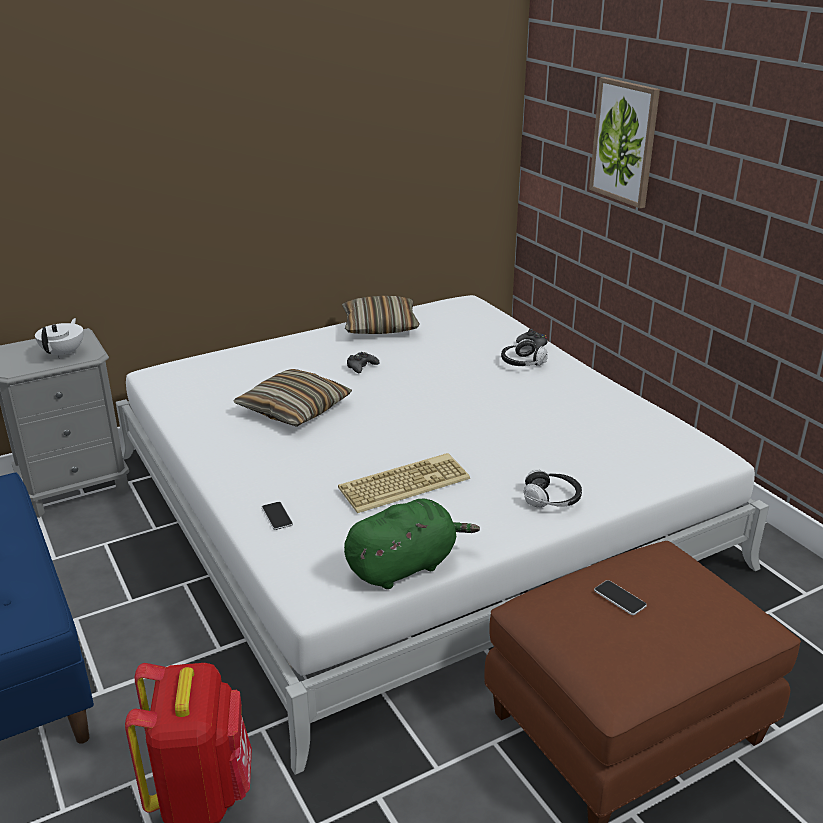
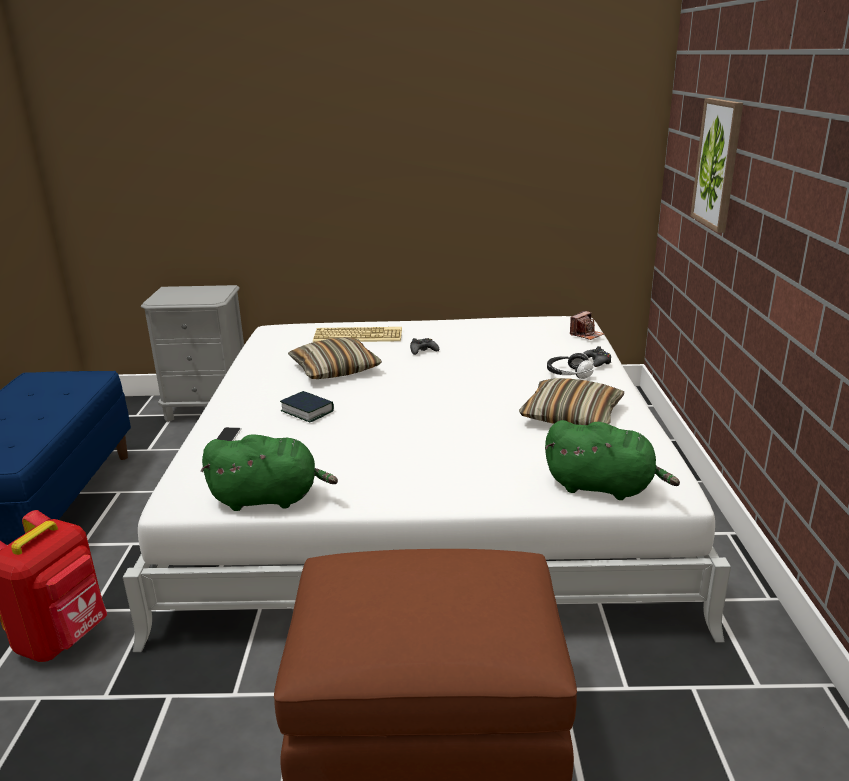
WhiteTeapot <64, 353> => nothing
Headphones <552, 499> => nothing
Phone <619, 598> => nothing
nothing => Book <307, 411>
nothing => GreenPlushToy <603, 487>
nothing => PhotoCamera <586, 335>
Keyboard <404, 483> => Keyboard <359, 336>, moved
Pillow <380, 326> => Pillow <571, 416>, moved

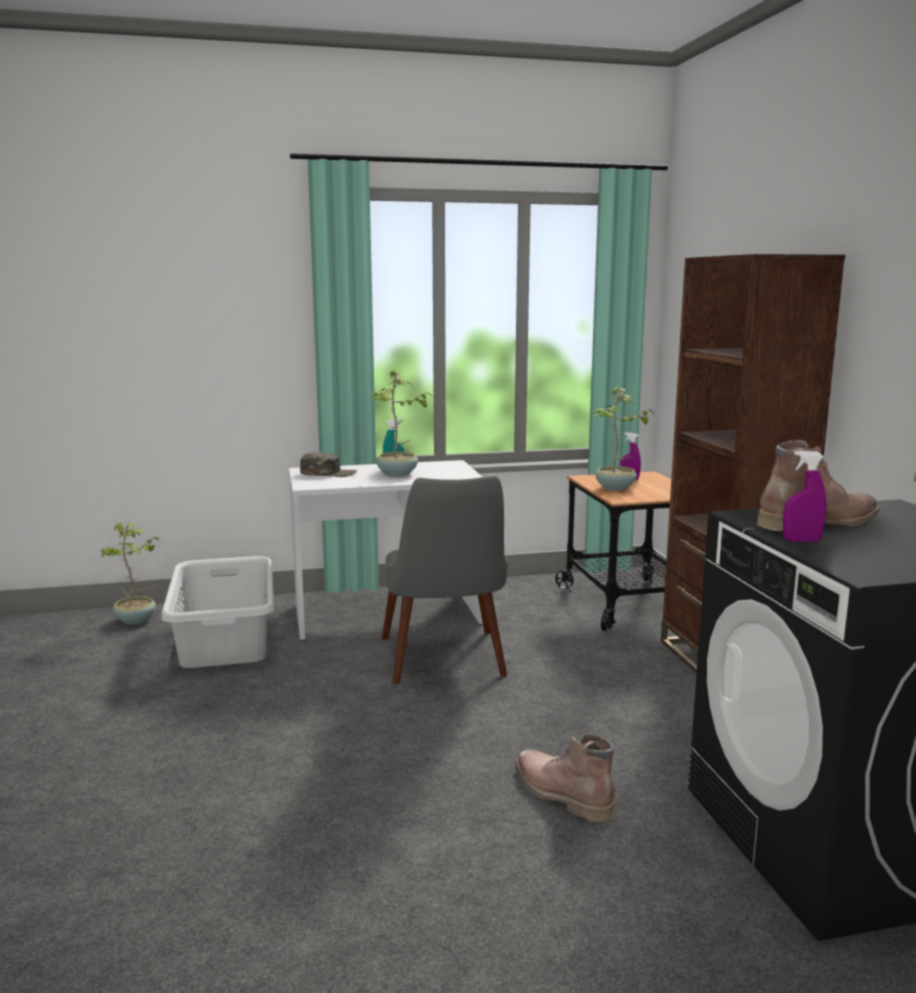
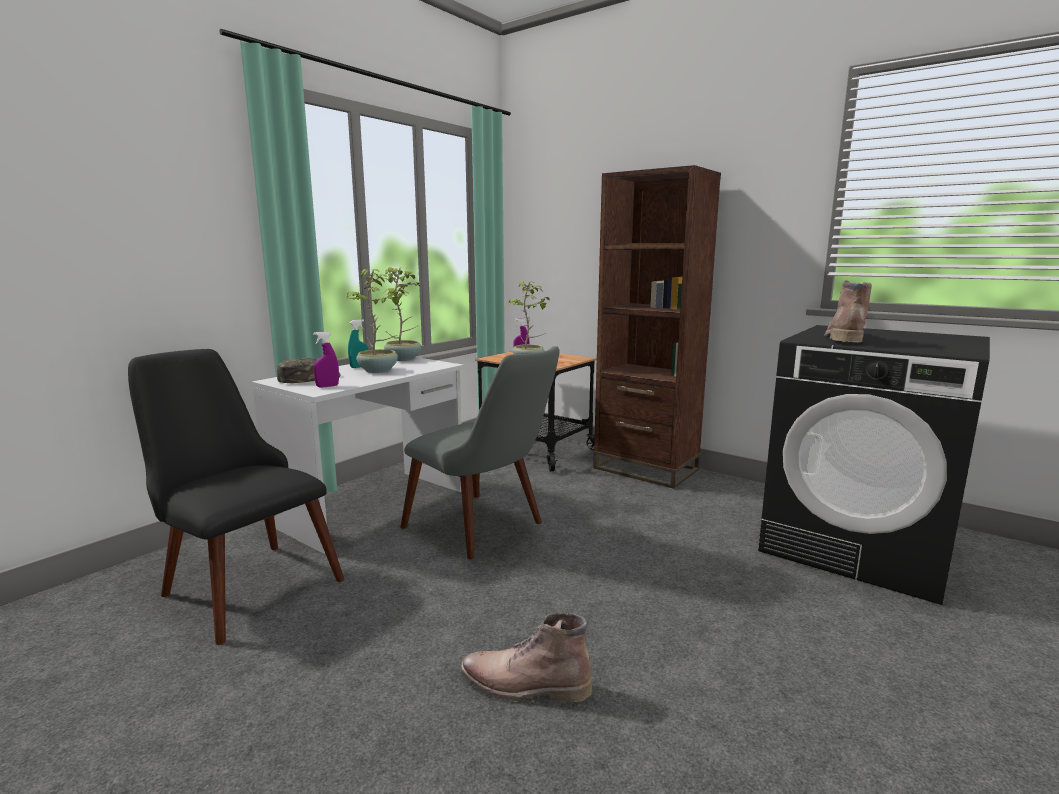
PottedPlant <136, 620> => PottedPlant <404, 359>, moved
BrownBoot <559, 793> => BrownBoot <524, 686>, moved
PurpleSprayBottle <801, 541> => PurpleSprayBottle <327, 386>, moved
GreyLaundryBasket <226, 639> => BlackChair <240, 581>

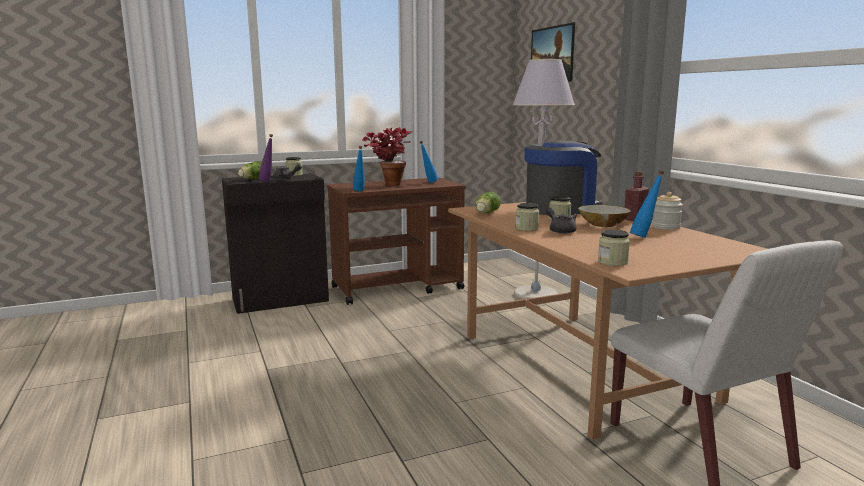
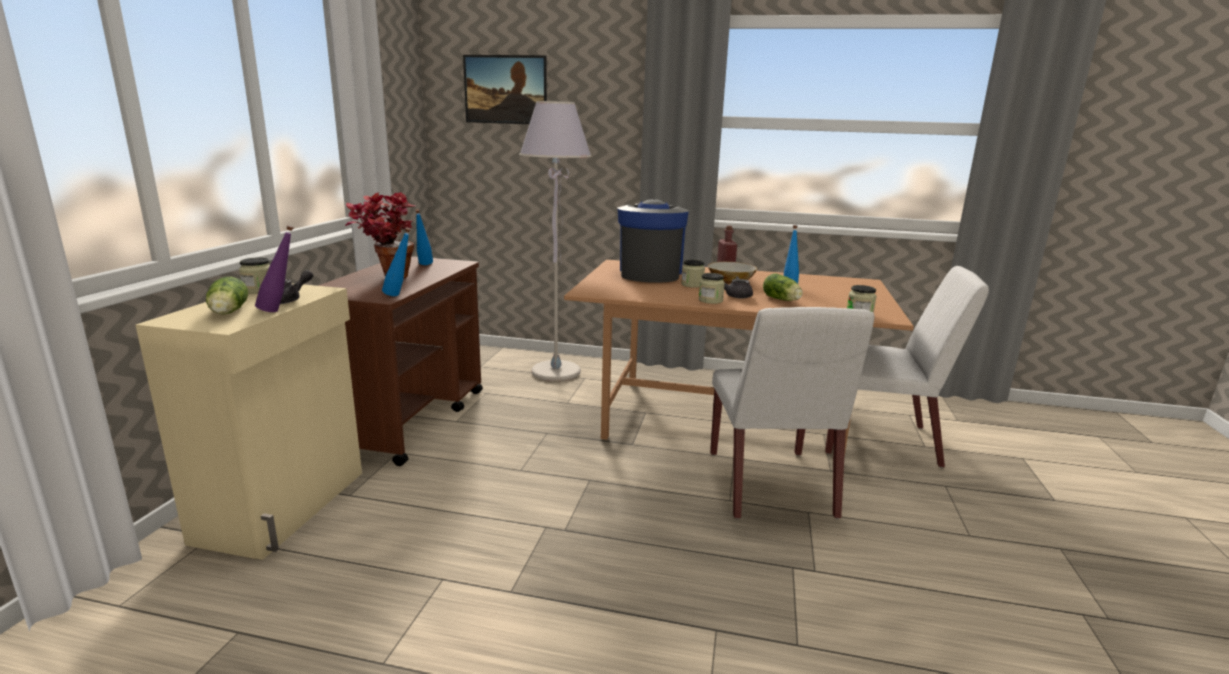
Jar <666, 227> => nothing
nothing => WhiteChair <770, 484>
Lettuce <486, 213> => Lettuce <782, 300>, moved
BlackCabinet <281, 300> => BeigeCabinet <285, 505>

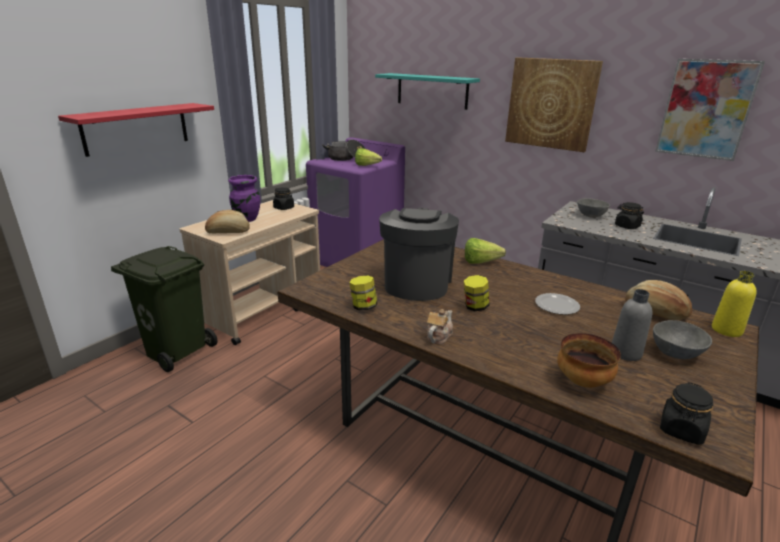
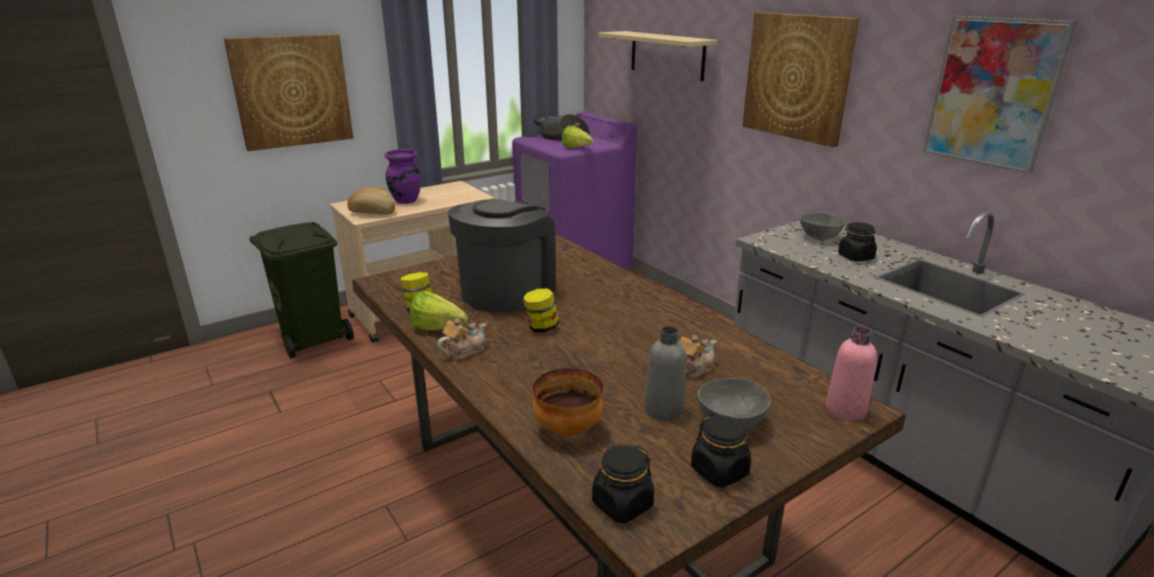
Plate <556, 305> => nothing
Bread <655, 312> => nothing
nothing => Teapot <693, 369>
BlackJar <284, 208> => BlackJar <720, 471>, moved
Lettuce <484, 263> => Lettuce <441, 330>, moved
RedShelf <136, 128> => Picture <292, 91>
TurquoiseShelf <432, 91> => BeigeShelf <667, 55>
YellowBottle <726, 330> => PinkBottle <845, 410>

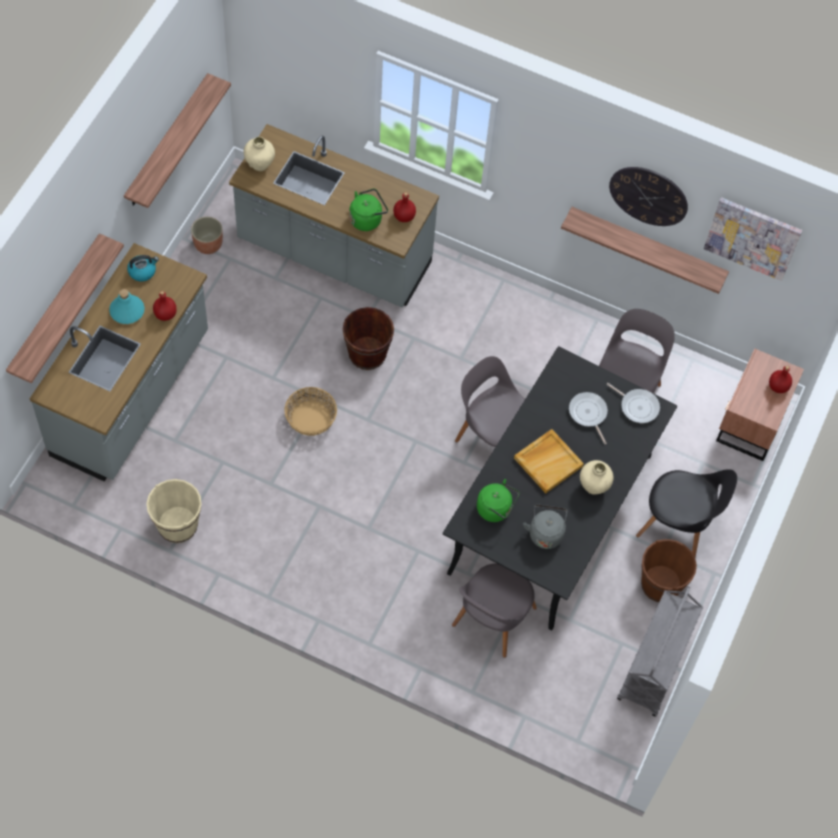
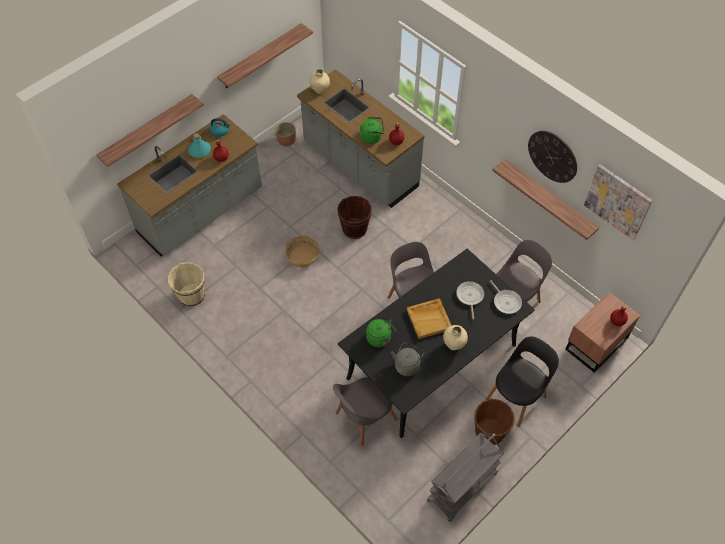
BlackChair <678, 525> => BlackChair <517, 396>, 90 degrees counterclockwise

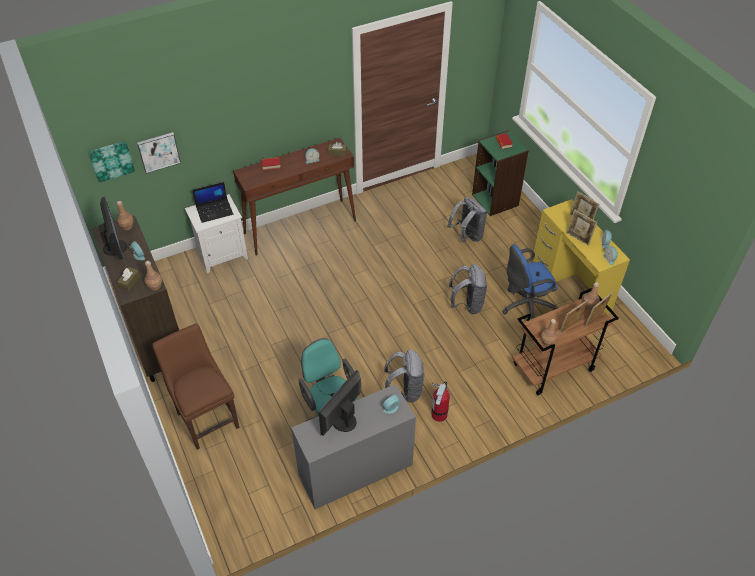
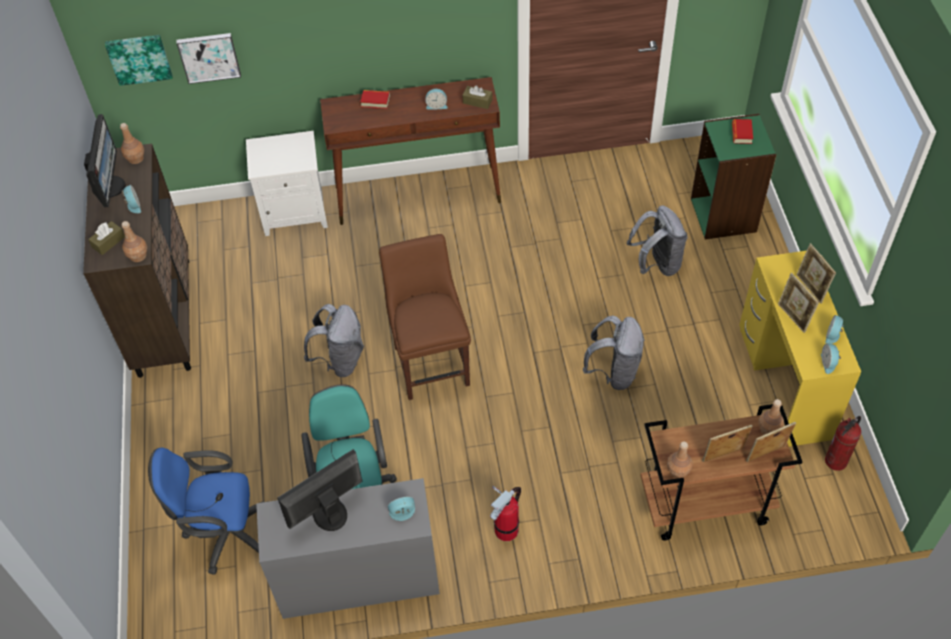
Laptop <215, 210> => nothing
nothing => FireExtinguisher <836, 461>
BrownChair <207, 417> => BrownChair <431, 362>, moved
GreyBackpack <405, 391> => GreyBackpack <340, 360>, moved
BlueOfficeChair <525, 306> => BlueOfficeChair <225, 533>, moved

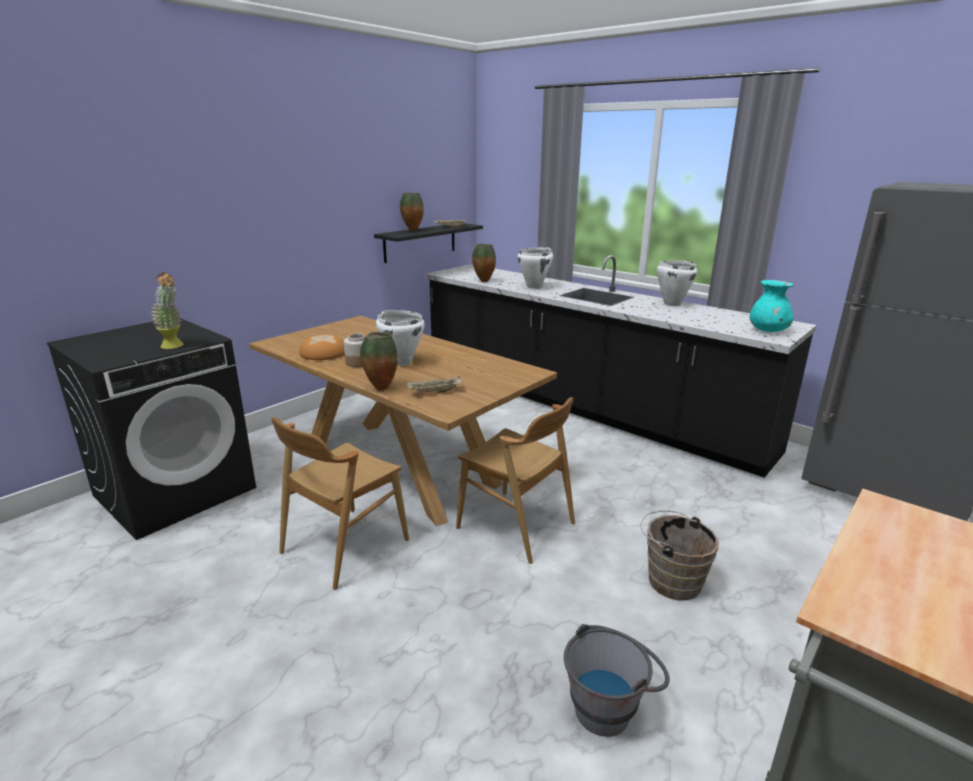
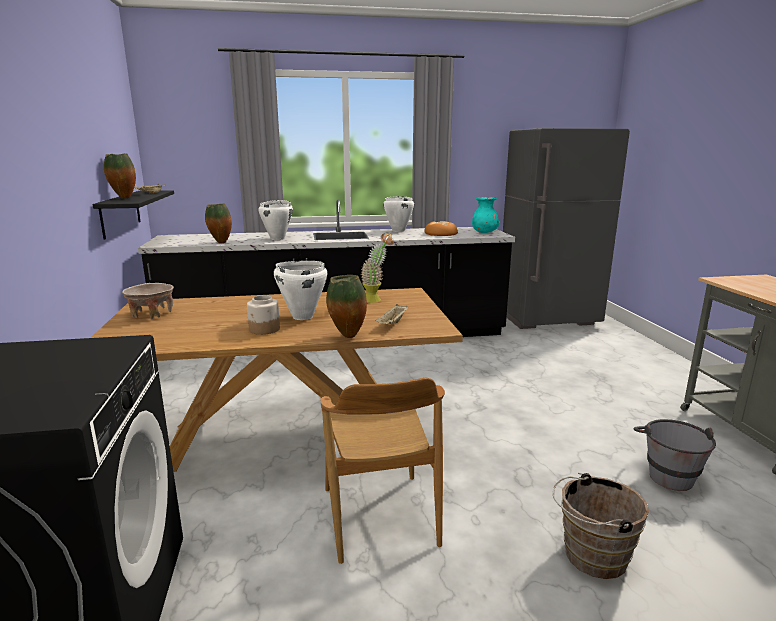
BrownChair <516, 526> => nothing
nothing => BeigeBowl <151, 314>
PottedPlant <175, 346> => PottedPlant <376, 299>, moved
Bread <323, 353> => Bread <441, 233>, moved
BrownBucket <670, 580> => BrownBucket <590, 555>, moved

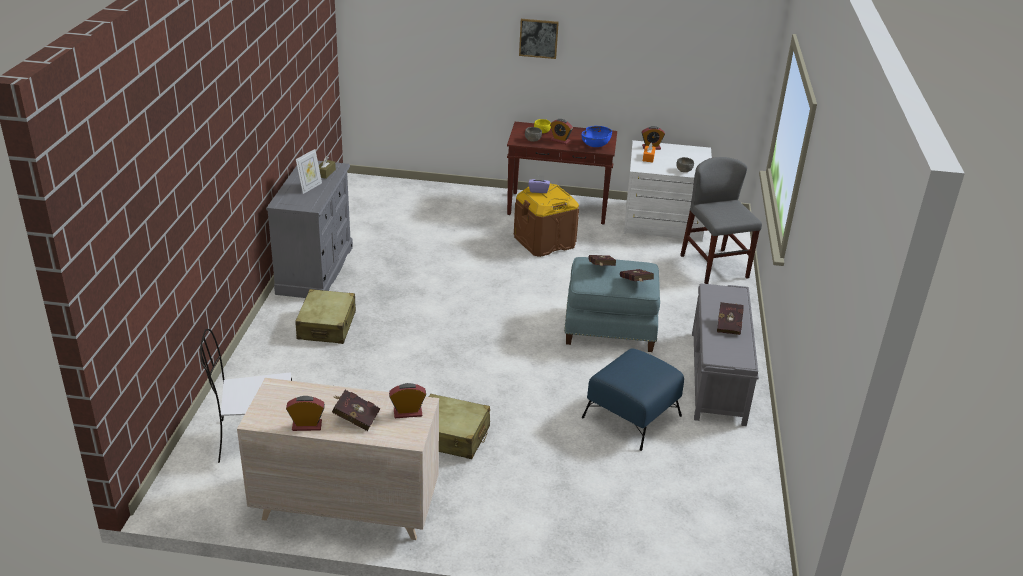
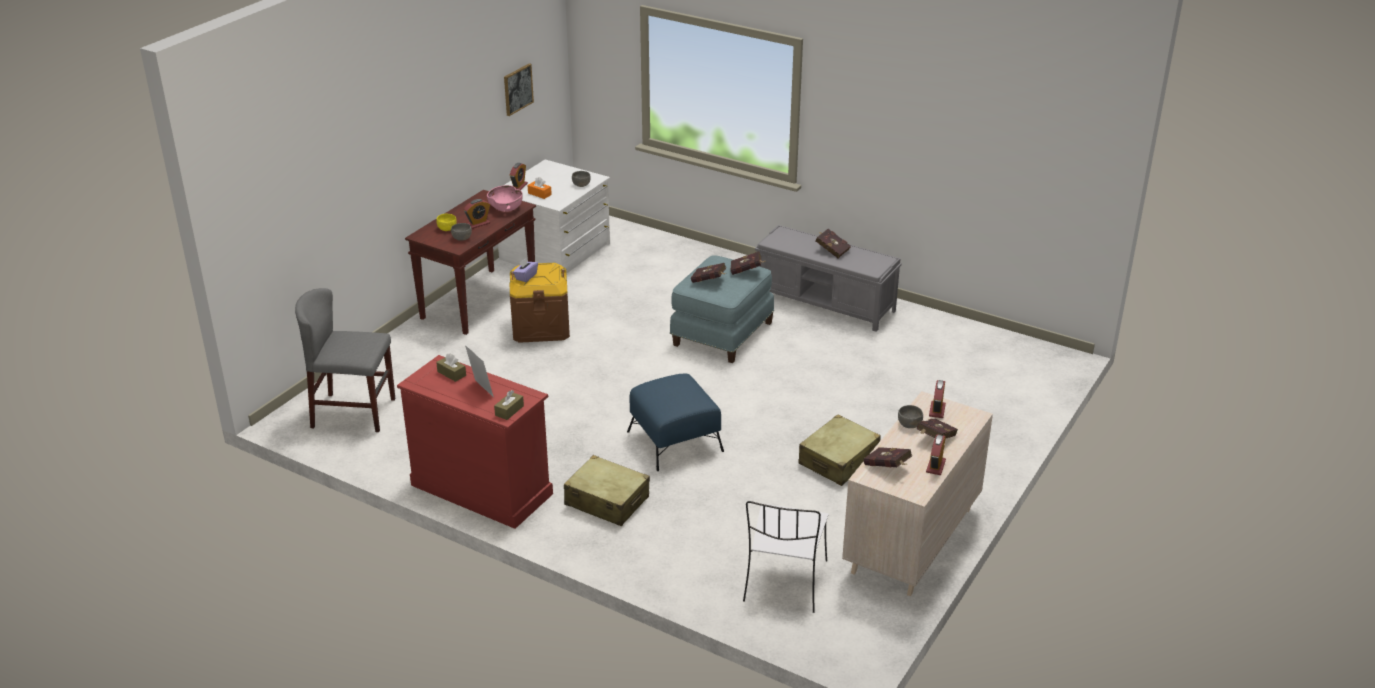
nothing => BrownTissueBox <509, 410>
nothing => RedBook <888, 467>
nothing => GreyBowl <909, 424>
Picture <538, 38> => Picture <517, 89>, moved
BlueOttoman <632, 416> => BlueOttoman <675, 440>, moved
GreyChair <714, 266> => GreyChair <354, 413>, moved
GreyDresser <315, 270> => RedDresser <481, 489>
BlueBowl <596, 145> => PinkBowl <506, 208>

